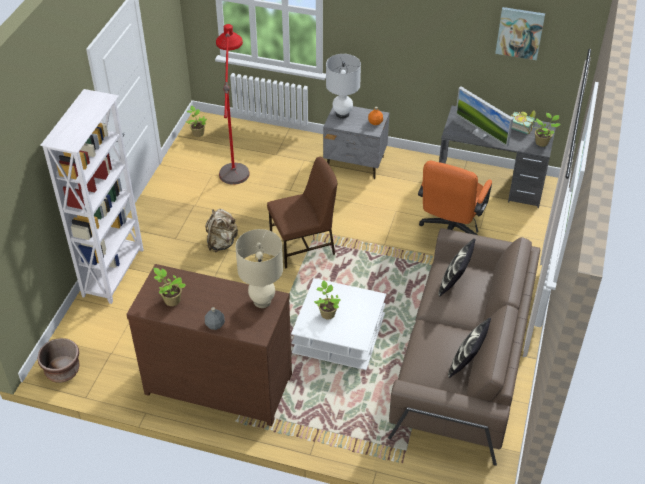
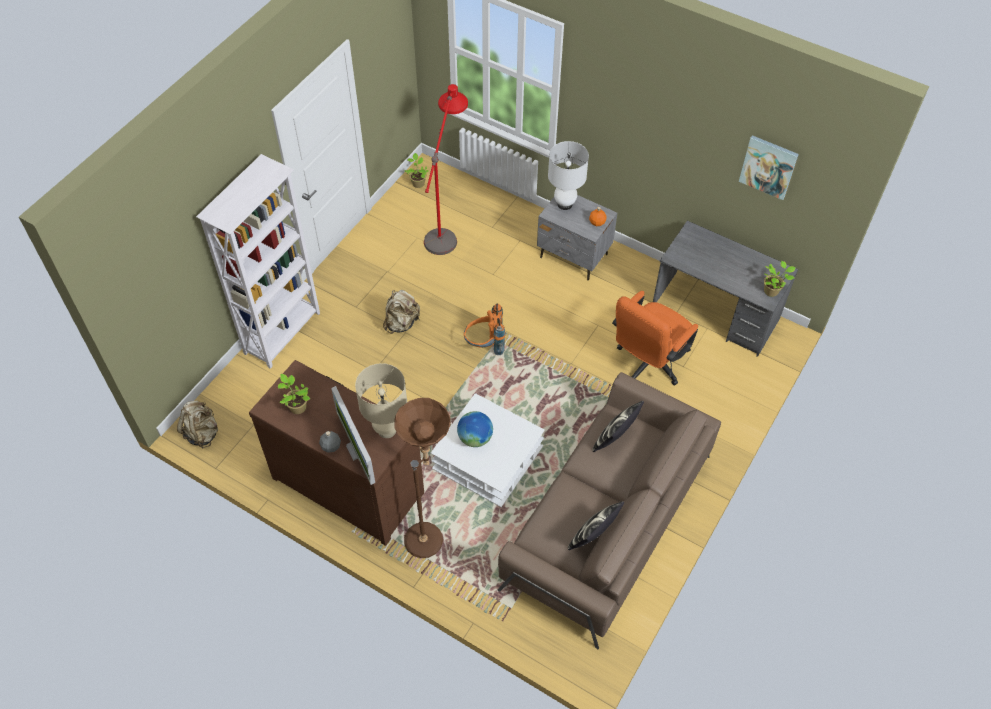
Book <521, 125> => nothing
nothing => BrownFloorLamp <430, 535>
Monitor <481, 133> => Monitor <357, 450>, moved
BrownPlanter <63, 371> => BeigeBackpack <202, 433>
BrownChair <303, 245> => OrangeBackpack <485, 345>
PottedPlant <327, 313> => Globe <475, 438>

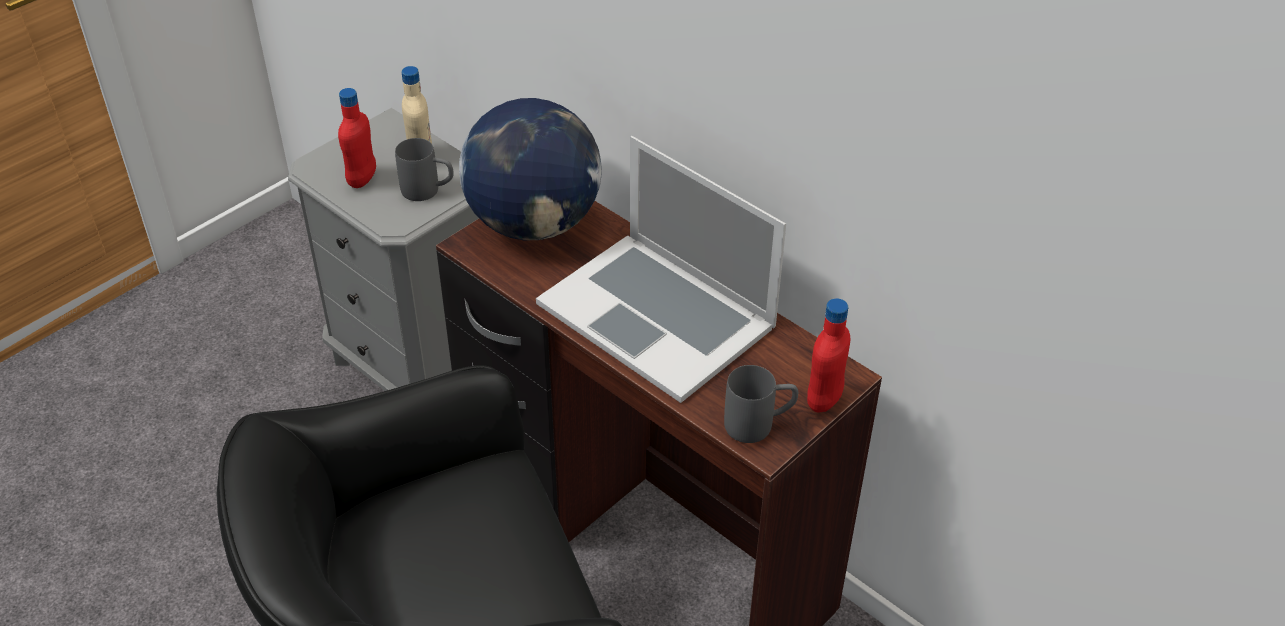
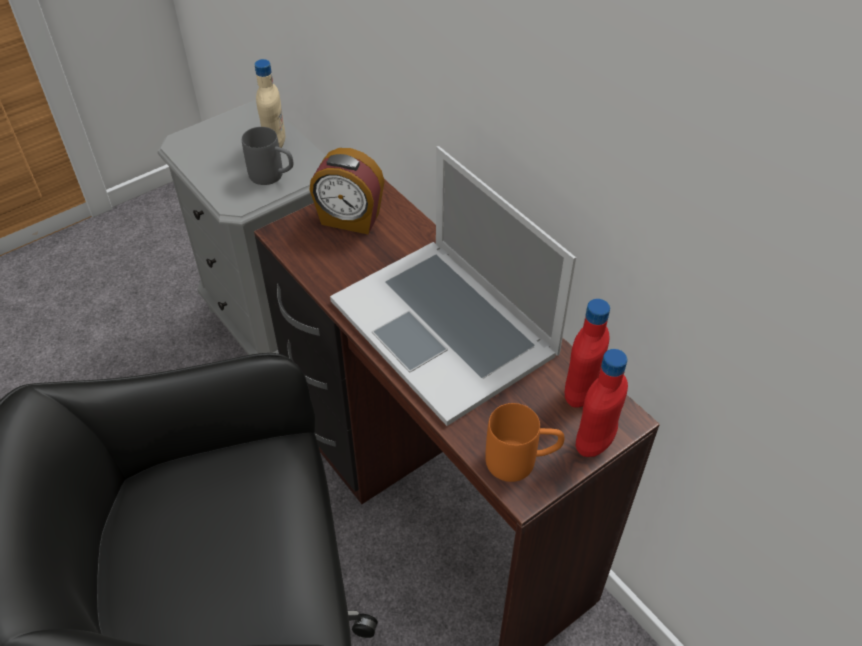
RedBottle <362, 179> => RedBottle <580, 393>, moved
Globe <534, 223> => AlarmClock <349, 220>
GreyMug <759, 424> => OrangeMug <522, 461>

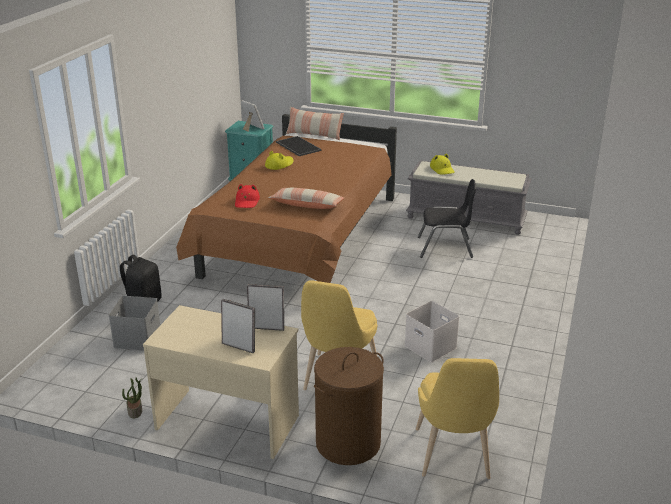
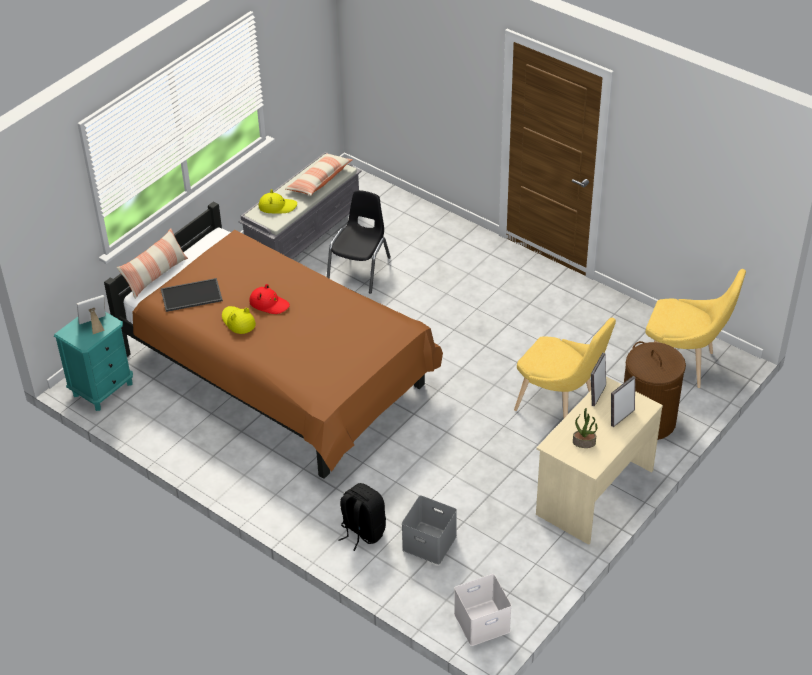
PottedPlant <135, 411> => PottedPlant <584, 442>, moved
RedHat <247, 201> => RedHat <269, 304>, moved
Pillow <307, 205> => Pillow <319, 180>, moved
WhiteStorageBox <429, 347> => WhiteStorageBox <481, 623>, moved

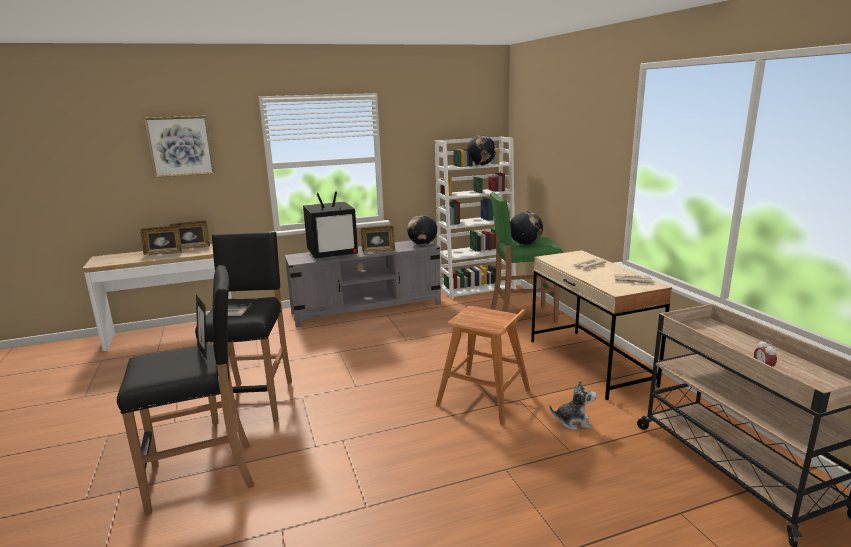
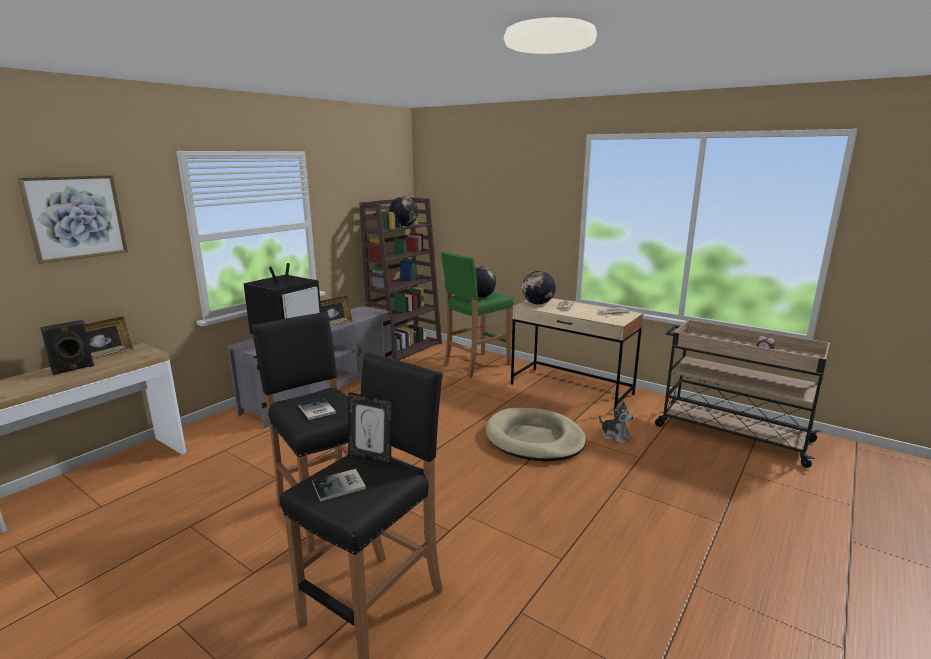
nothing => Book <340, 486>
Globe <422, 244> => Globe <537, 303>, moved
PictureFrame <164, 253> => BlackSpeaker <73, 369>
BrownStool <485, 398> => BeigeDogBed <534, 439>
WhiteBookcase <476, 287> => BrownBookcase <406, 349>
PlushToy <573, 422> => PlushToy <615, 436>, 75 degrees clockwise

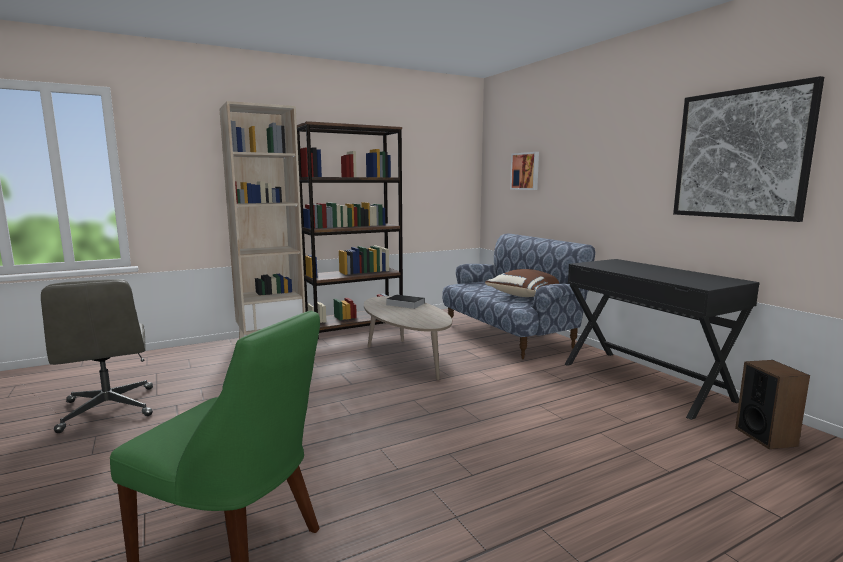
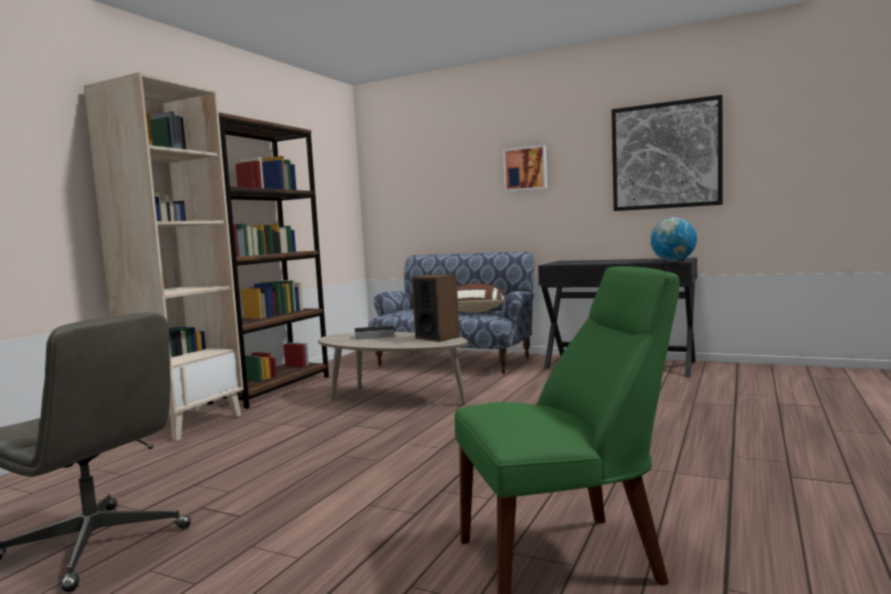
nothing => Globe <673, 261>
Picture <525, 171> => Picture <525, 168>, moved
Speaker <765, 437> => Speaker <437, 337>, moved

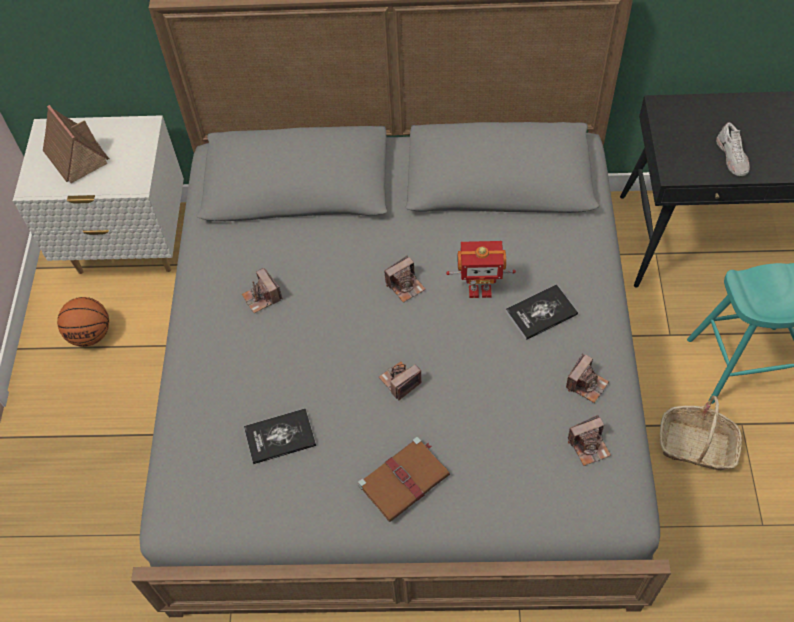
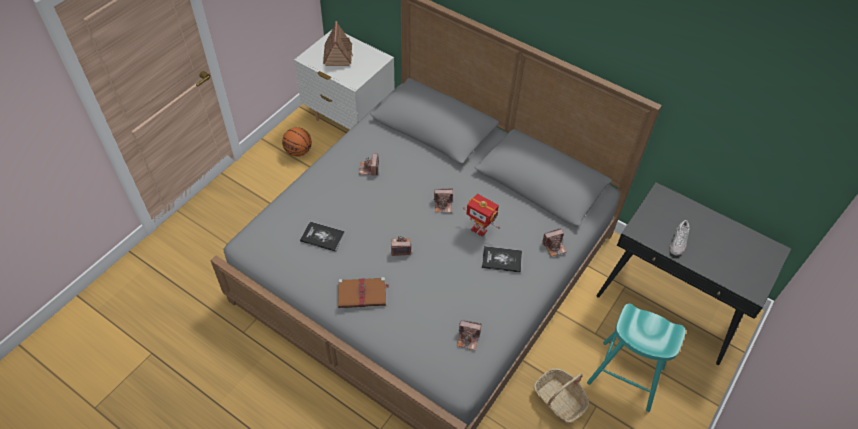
PhotoCamera <586, 384> => PhotoCamera <554, 246>, moved

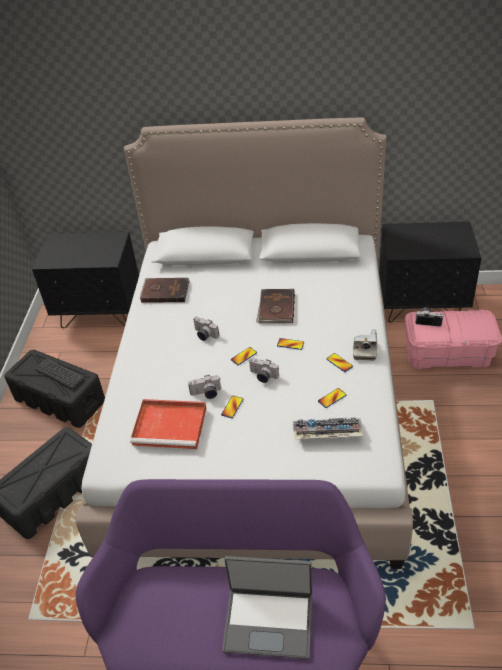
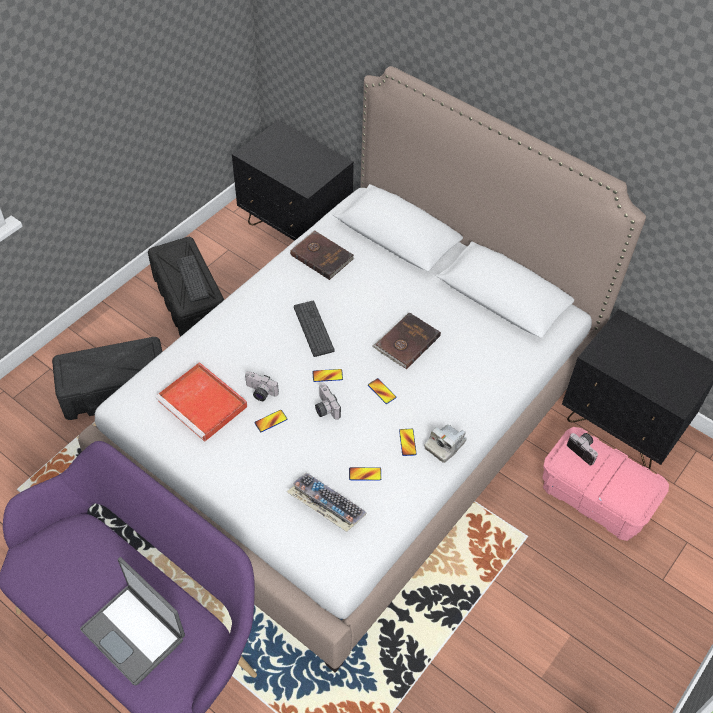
PhotoCamera <204, 335> => Keyboard <313, 328>

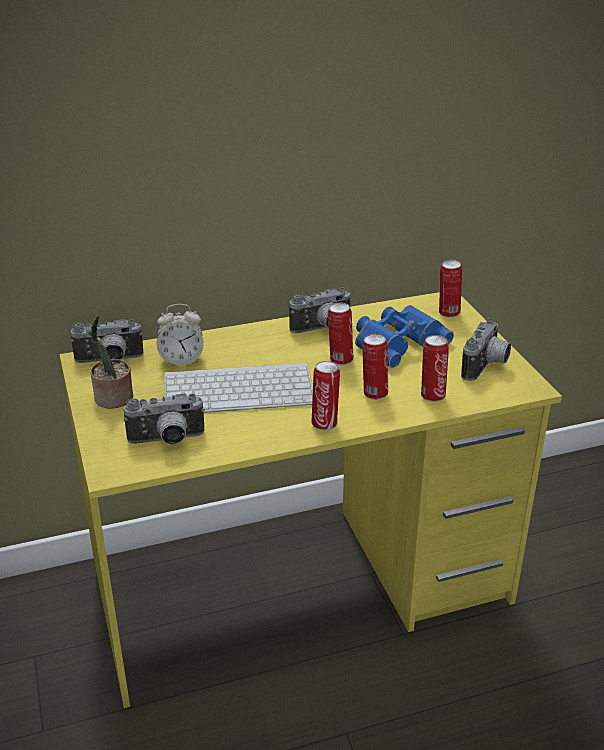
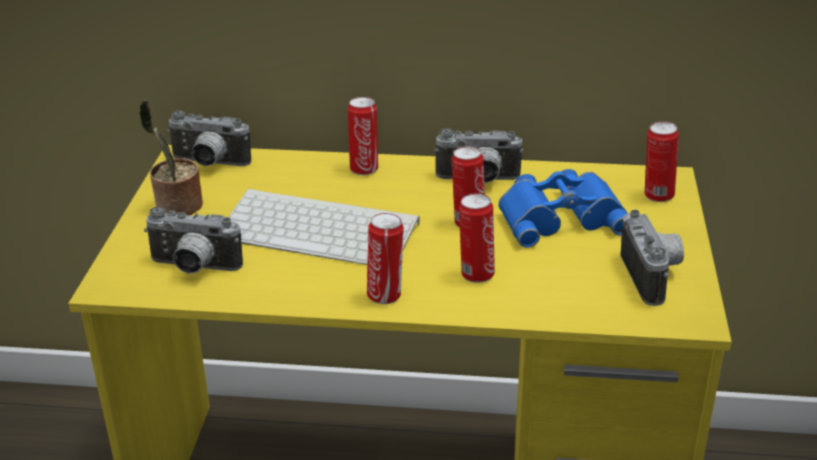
AlarmClock <181, 360> => nothing
Can <432, 395> => Can <364, 169>, moved
PhotoCamera <486, 367> => PhotoCamera <653, 276>, 60 degrees counterclockwise

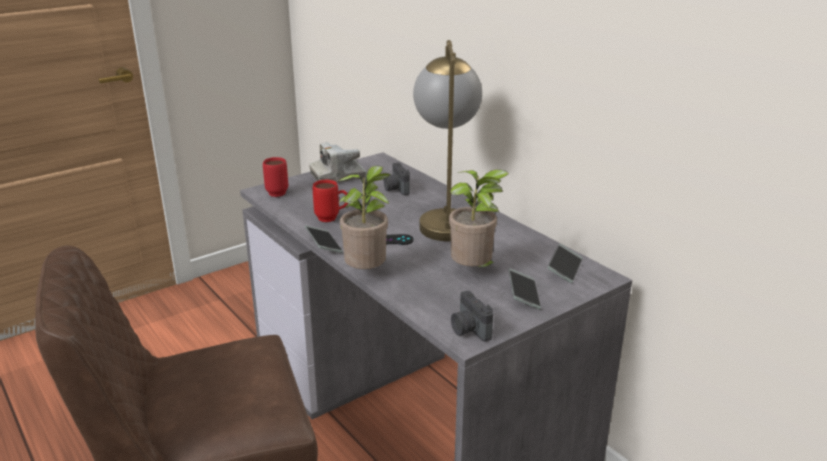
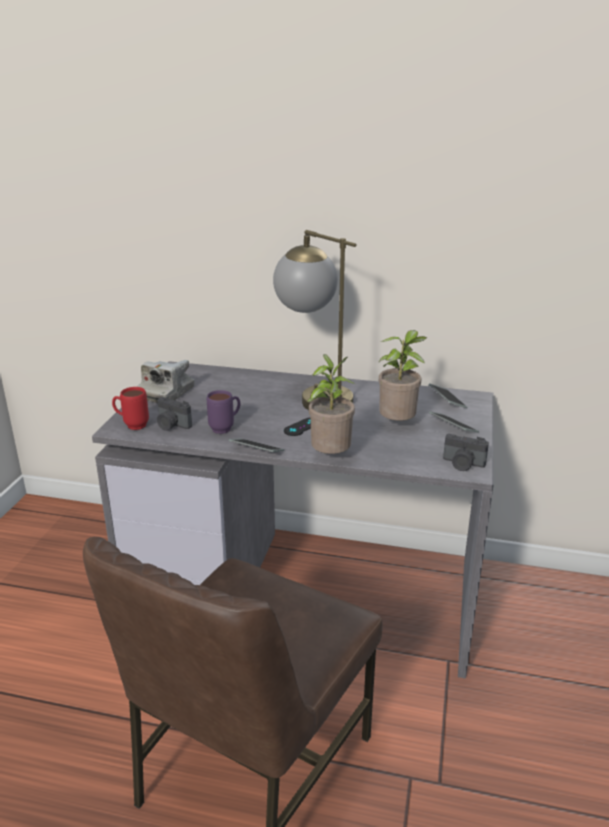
PhotoCamera <396, 189> => PhotoCamera <171, 425>, moved
RedMug <332, 218> => PurpleMug <226, 428>

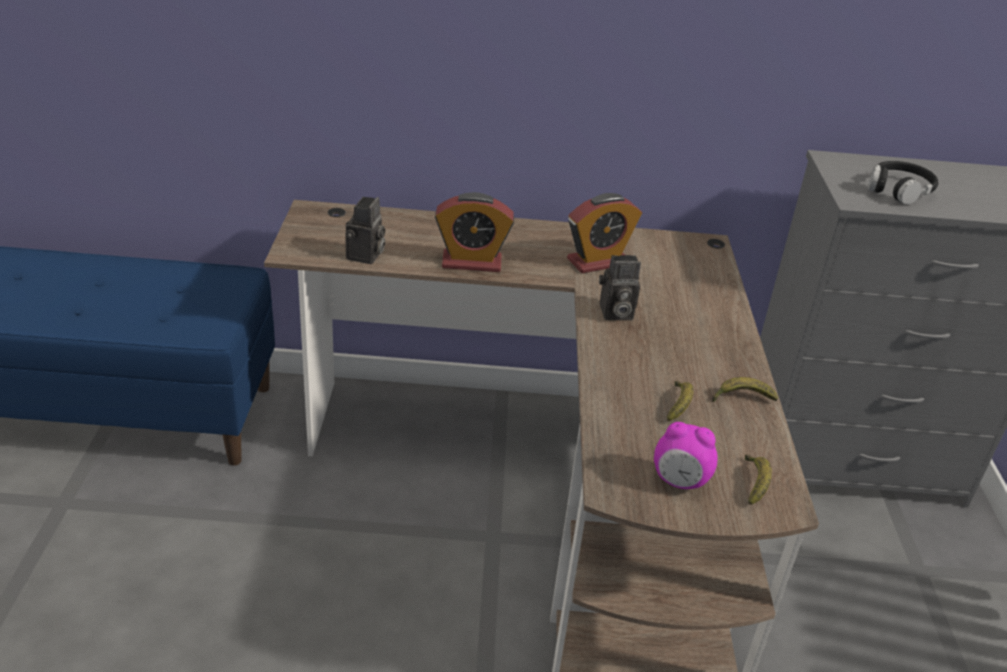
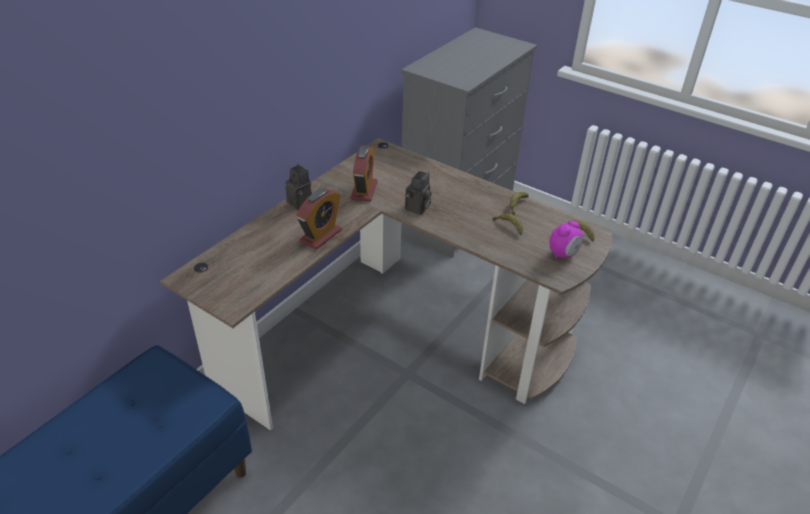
BlackHeadphones <899, 190> => nothing
PhotoCamera <365, 256> => PhotoCamera <301, 203>, moved

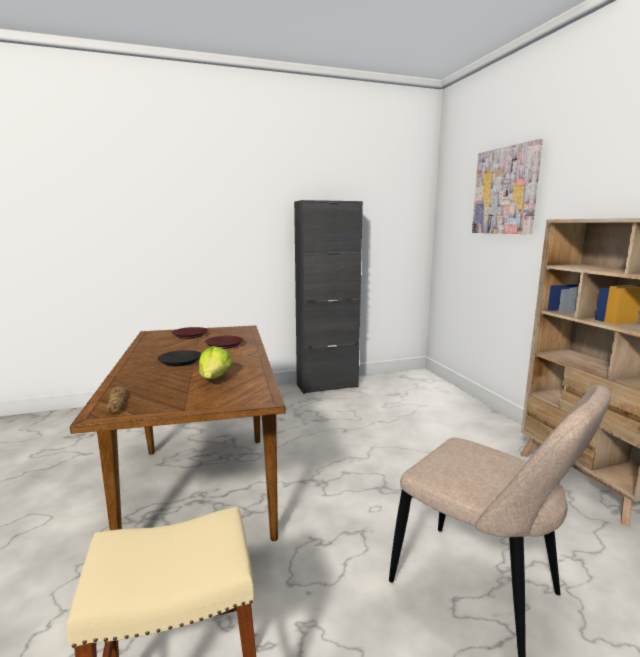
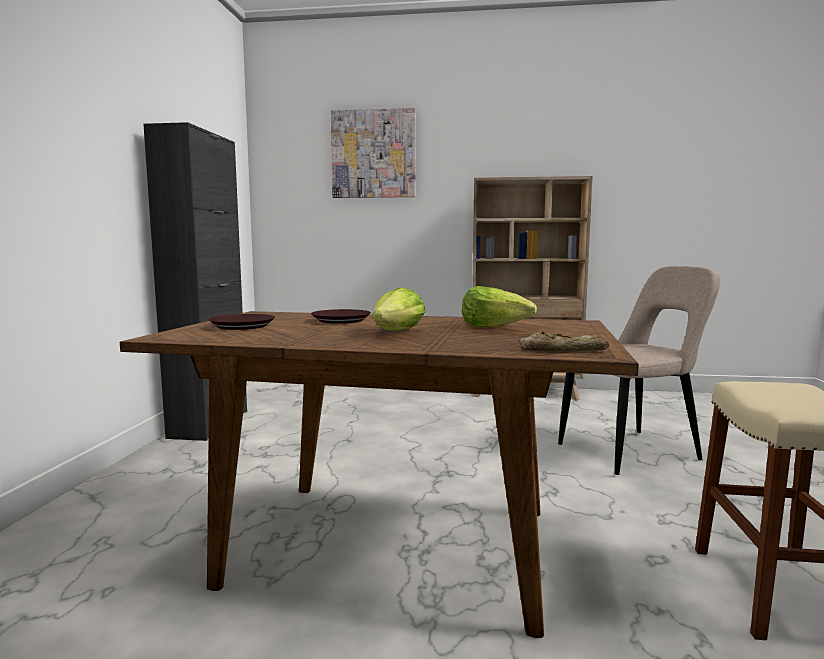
BlackPlate <180, 361> => Lettuce <397, 332>

